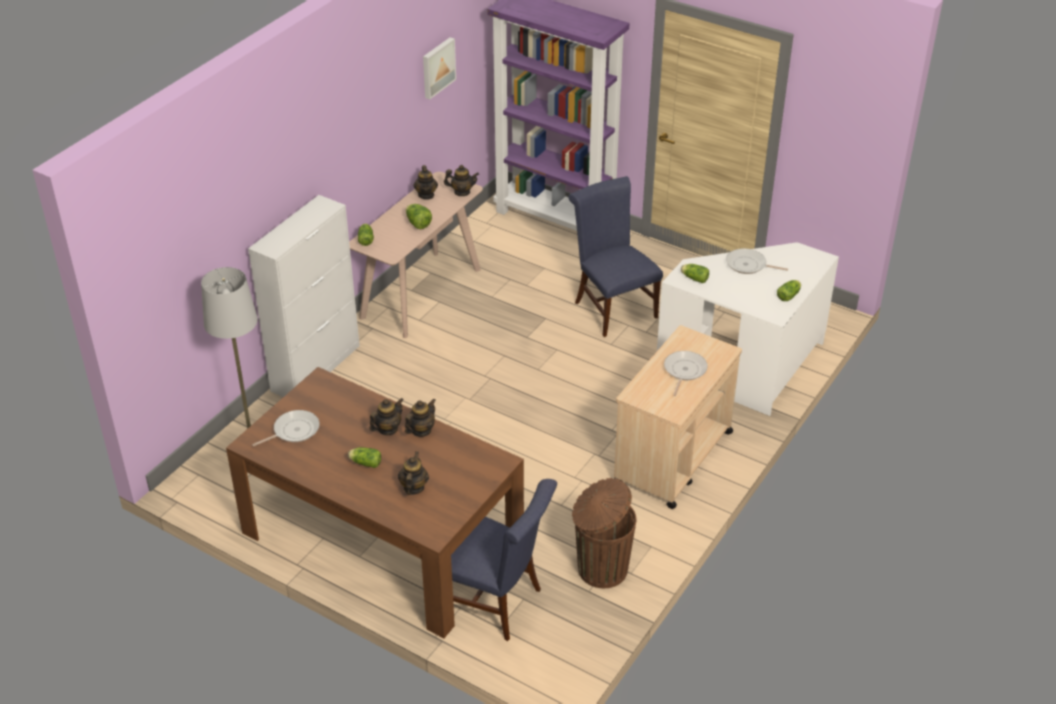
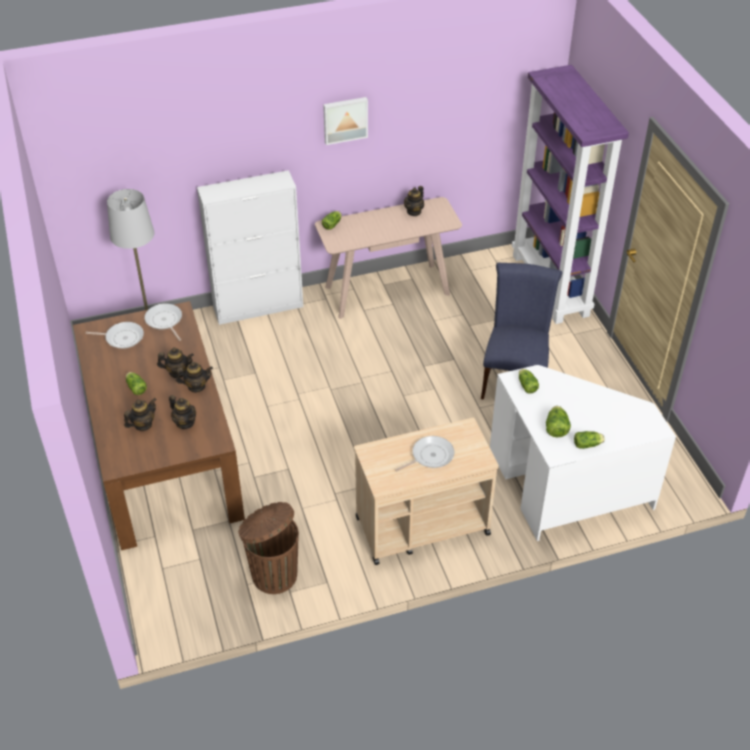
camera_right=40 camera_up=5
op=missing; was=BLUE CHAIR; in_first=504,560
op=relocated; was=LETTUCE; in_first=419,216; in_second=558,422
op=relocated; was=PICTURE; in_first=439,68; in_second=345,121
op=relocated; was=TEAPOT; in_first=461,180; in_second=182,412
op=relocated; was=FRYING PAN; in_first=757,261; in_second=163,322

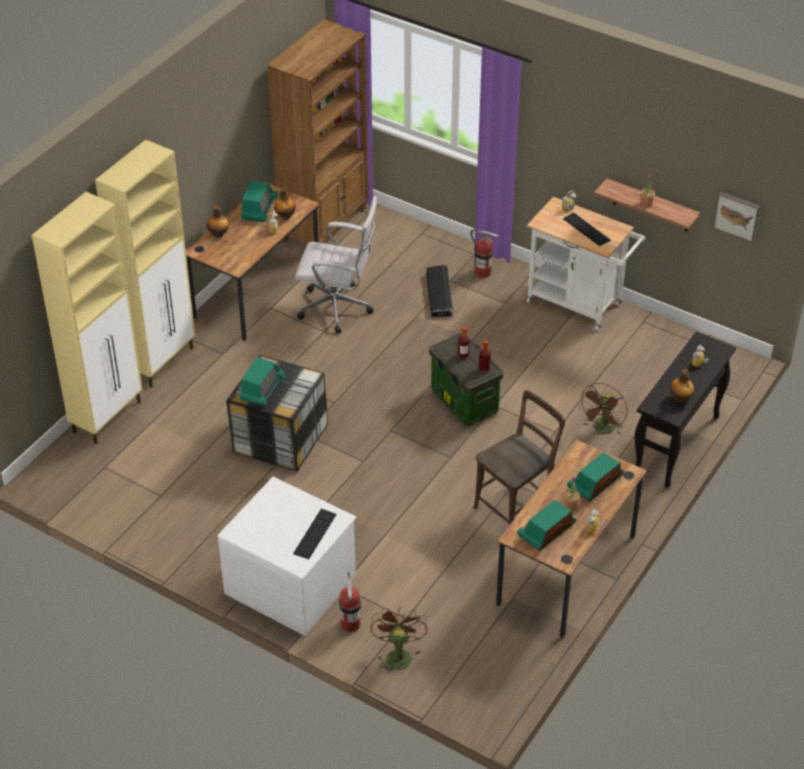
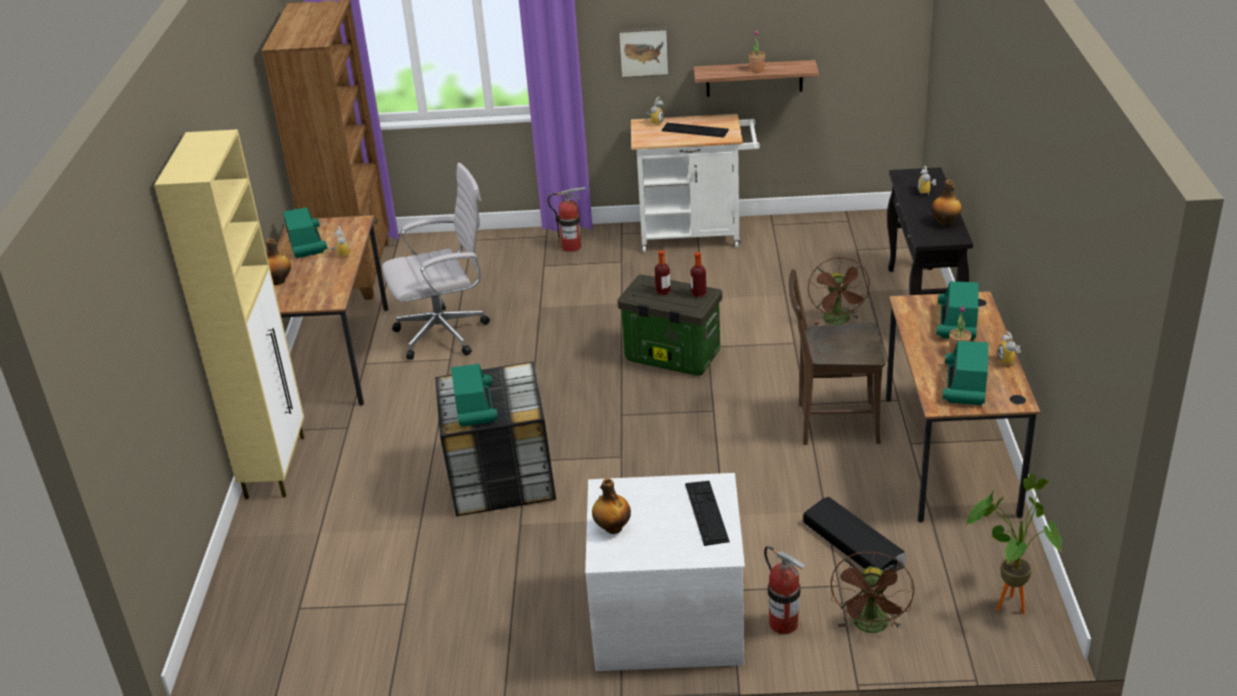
camera_right=-30 camera_up=-10
op=missing; was=BEIGE CABINET; in_first=87,318
op=appeared; now=POTTED PLANT; in_second=1013,544
op=relocated; was=BOTTLE; in_first=285,203; in_second=611,506
op=relocated; was=BLACK STORAGE BOX; in_first=439,291; in_second=854,534
op=relocated; was=PICTURE; in_first=736,217; in_second=643,52
op=spun; was=BROWN FAN; in_first=399,641; in_second=872,592; clockwise=-135
op=spun; was=BROWN CHAIR; in_first=519,457; in_second=837,357; clockwise=-105

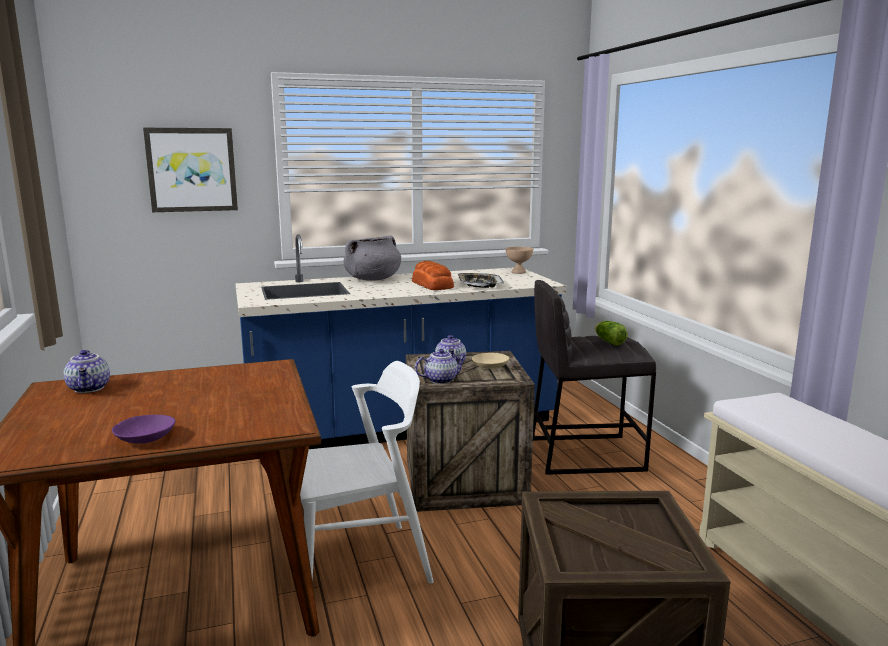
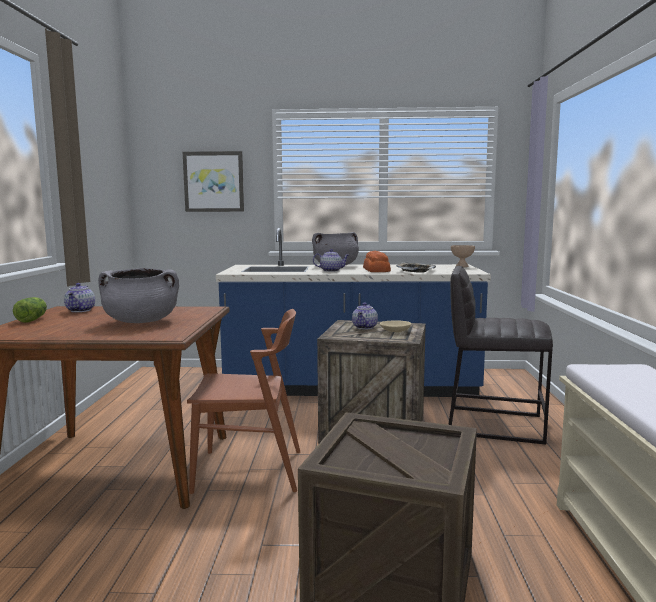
camera_right=20 camera_up=-5
op=missing; was=PURPLE BOWL; in_first=144,429
op=appeared; now=GREY COOKING POT; in_second=138,295
op=relocated; was=TEAPOT; in_first=440,366; in_second=331,260
op=relocated; was=LETTUCE; in_first=611,333; in_second=30,310
op=colour; was=WHITE CHAIR; now=BROWN CHAIR; in_first=367,472; in_second=243,401

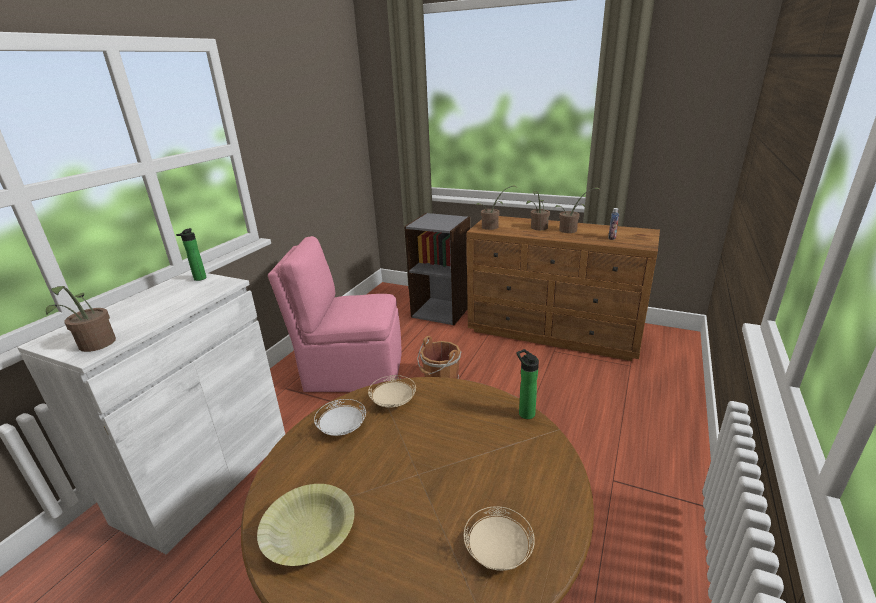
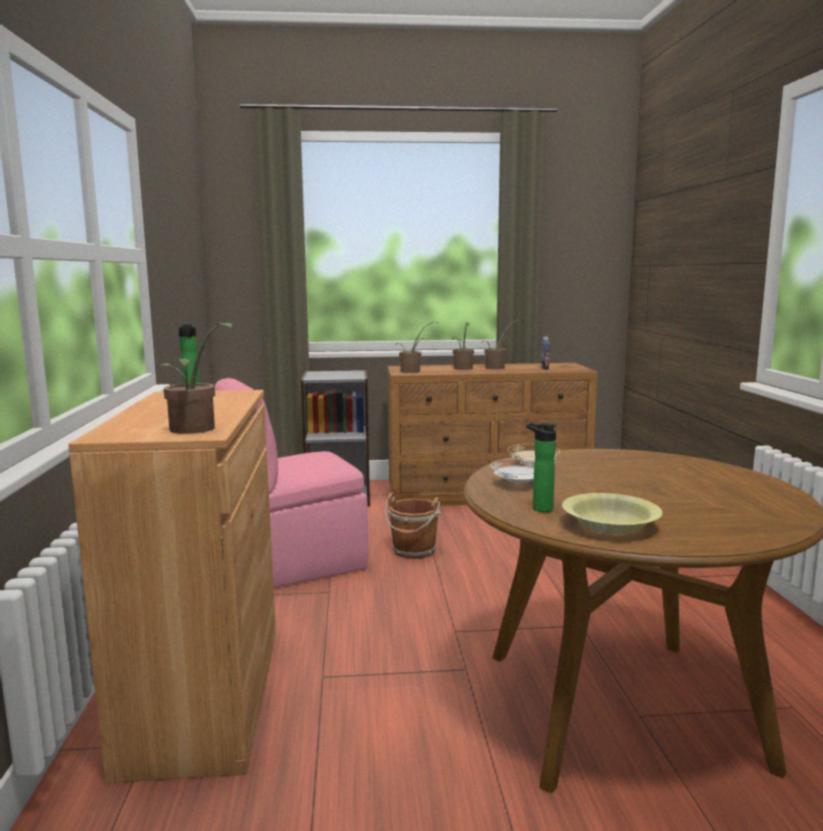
camera_right=-30 camera_up=-15
op=missing; was=BEIGE PLATE; in_first=499,538
op=relocated; was=BOTTLE; in_first=528,384; in_second=541,467
op=colour; was=WHITE CABINET; now=BROWN CABINET; in_first=151,412; in_second=172,586

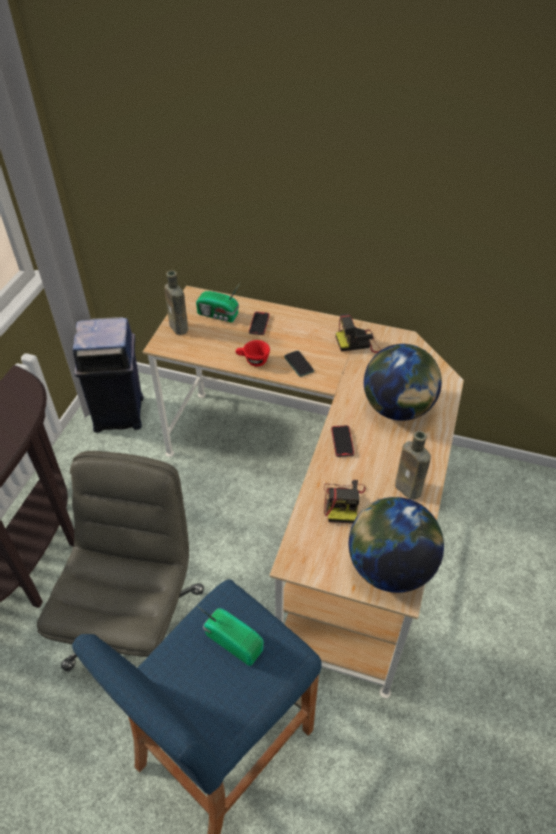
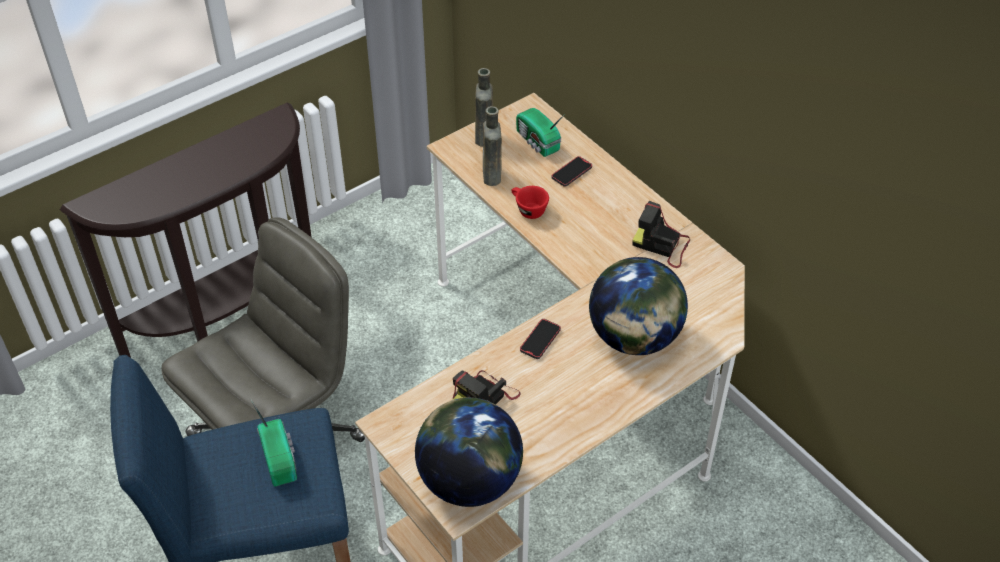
camera_right=35 camera_up=0
op=missing; was=BLUE TRASH CAN; in_first=108,374
op=missing; was=PHONE; in_first=299,364
op=relocated; was=BROWN BOTTLE; in_first=413,465; in_second=492,146

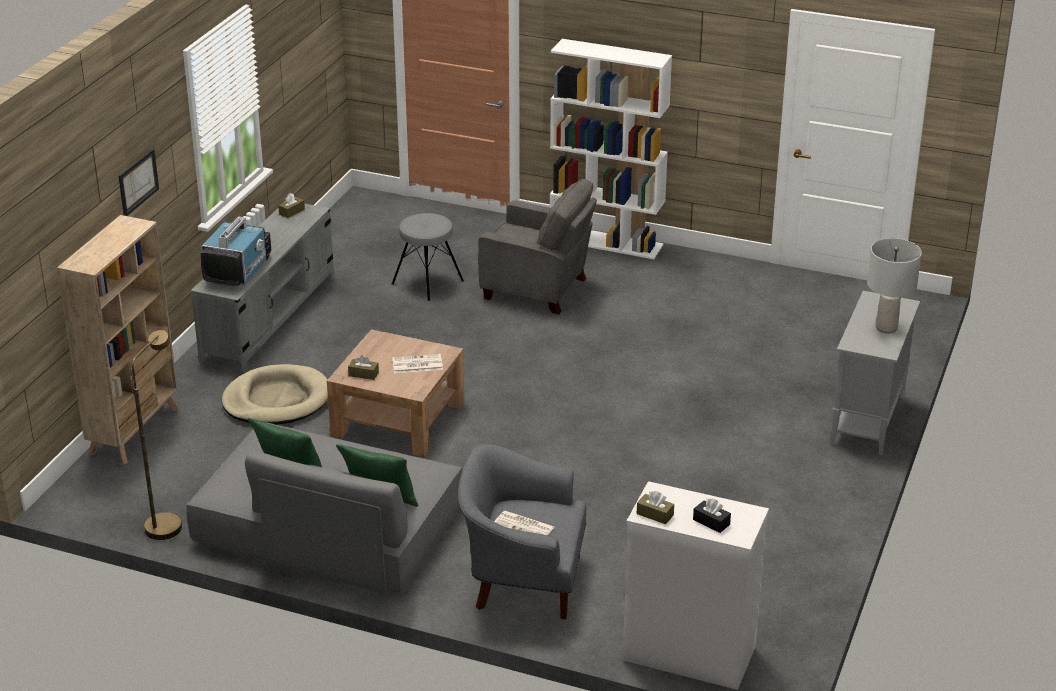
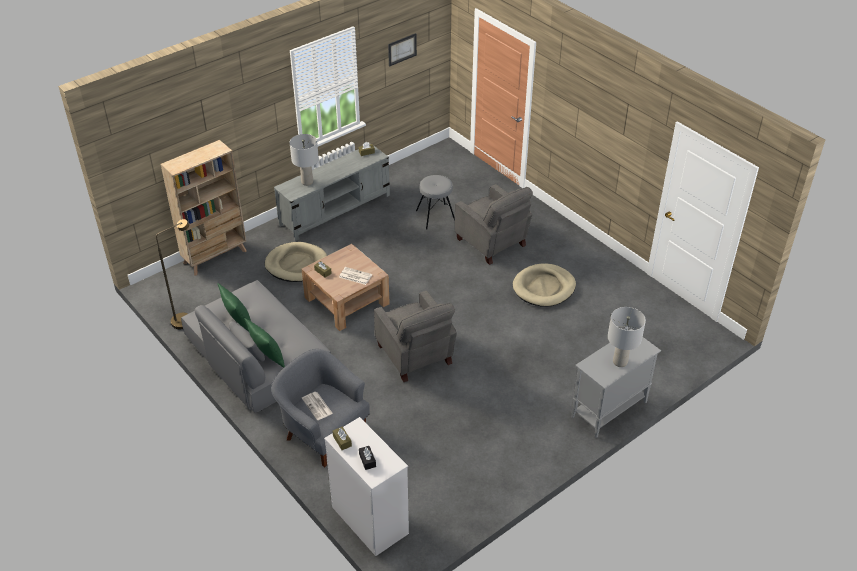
camera_right=30 camera_up=10
op=missing; was=WHITE BOOKCASE; in_first=611,149
op=appeared; now=GREY ARMCHAIR; in_second=415,336
op=appeared; now=BEIGE DOG BED; in_second=544,285
op=relocated; was=PICTURE; in_first=138,182; in_second=402,49
op=exchanged; was=TELEVISION; now=GREY TABLE LAMP; in_first=236,251; in_second=304,160

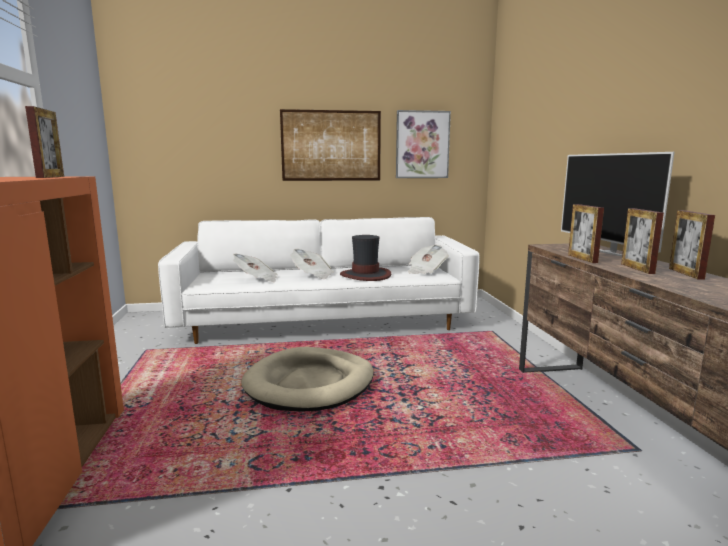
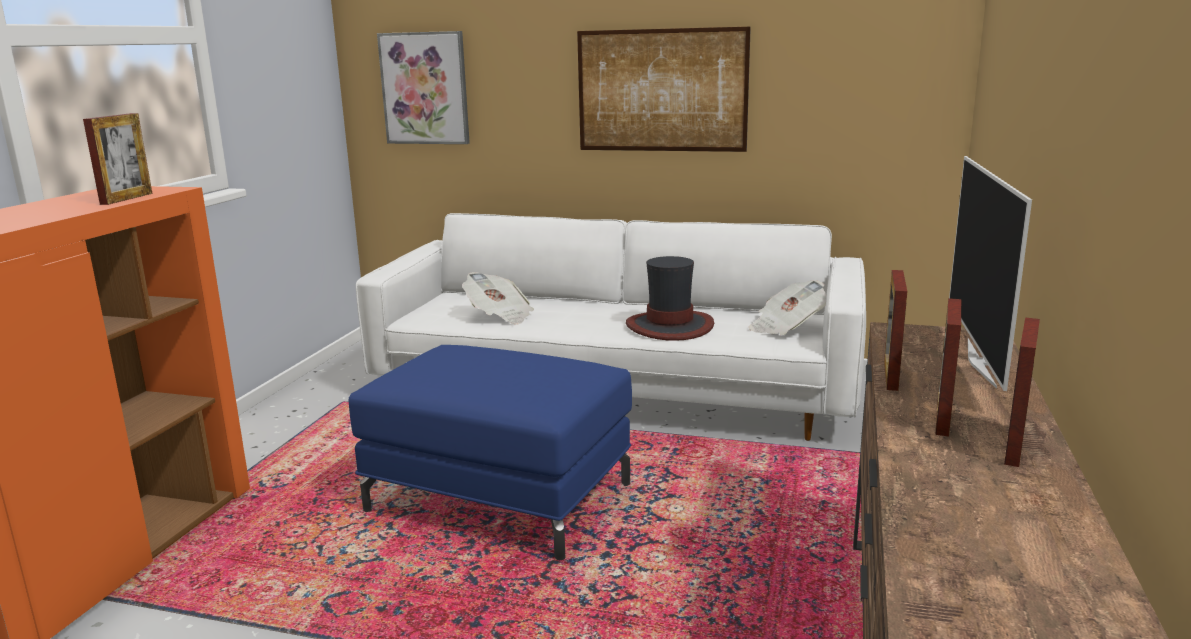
camera_right=25 camera_up=5
op=missing; was=NEWSPAPER; in_first=312,264
op=relocated; was=PICTURE; in_first=423,144; in_second=423,87
op=exchanged; was=BEIGE DOG BED; now=BLUE OTTOMAN; in_first=307,379; in_second=490,452

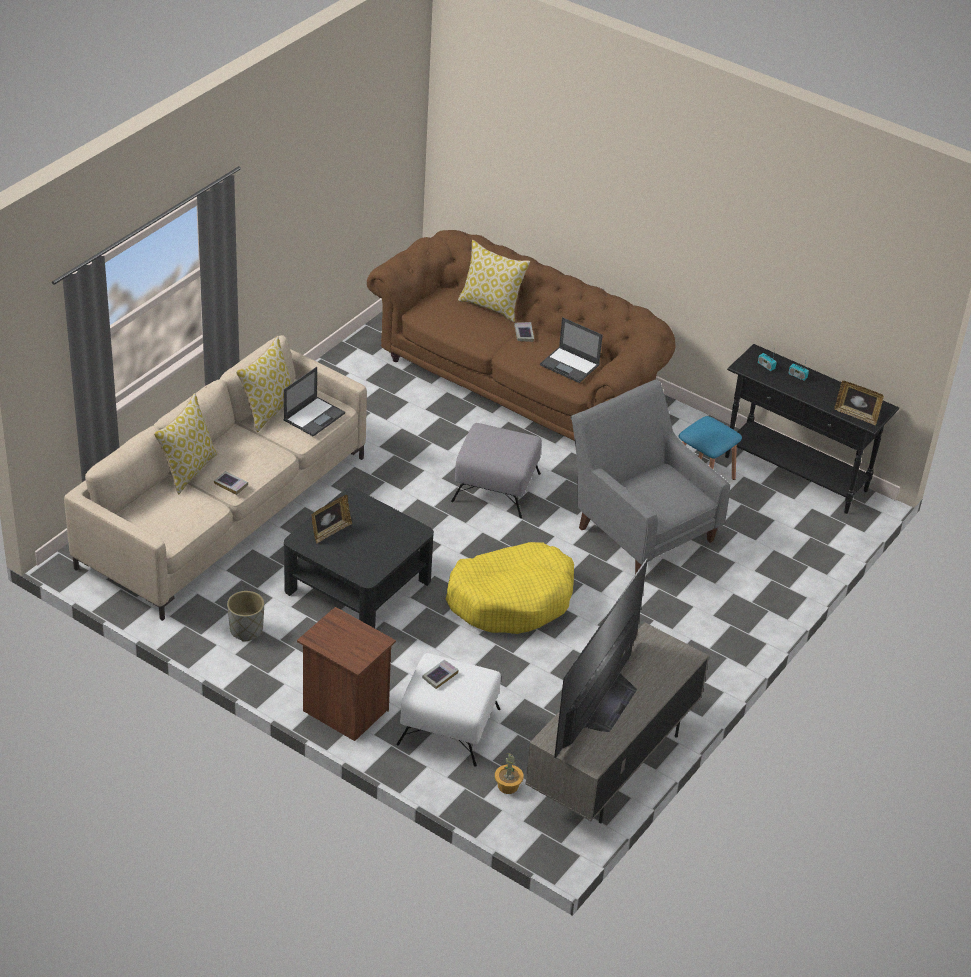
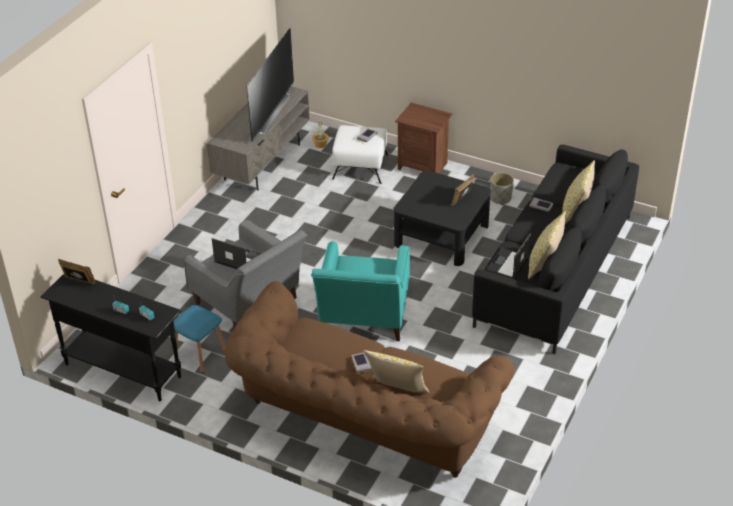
camera_right=175 camera_up=0
op=missing; was=YELLOW DOG BED; in_first=510,588
op=relocated; was=LAPTOP; in_first=571,350; in_second=236,253
op=exchanged; was=GREY OTTOMAN; now=TURQUOISE ARMCHAIR; in_first=496,470; in_second=360,291
op=colour; was=BEIGE SOFA; now=BLACK SOFA; in_first=215,478; in_second=555,249

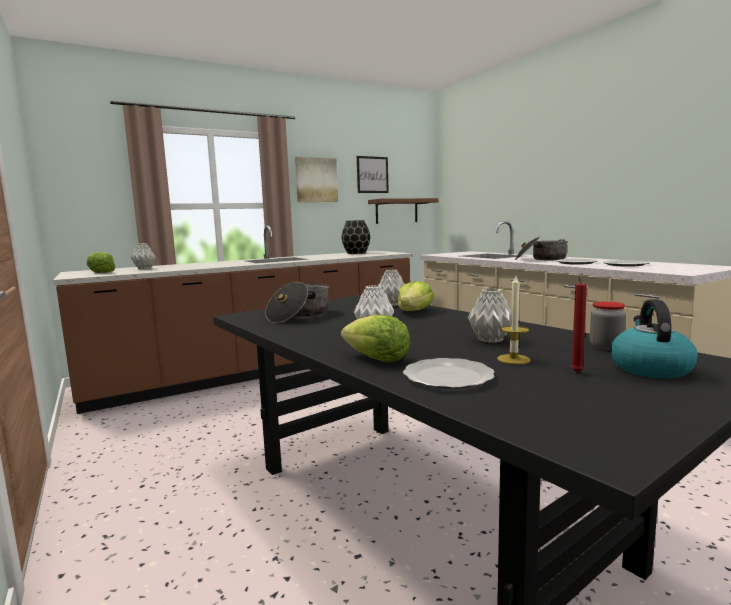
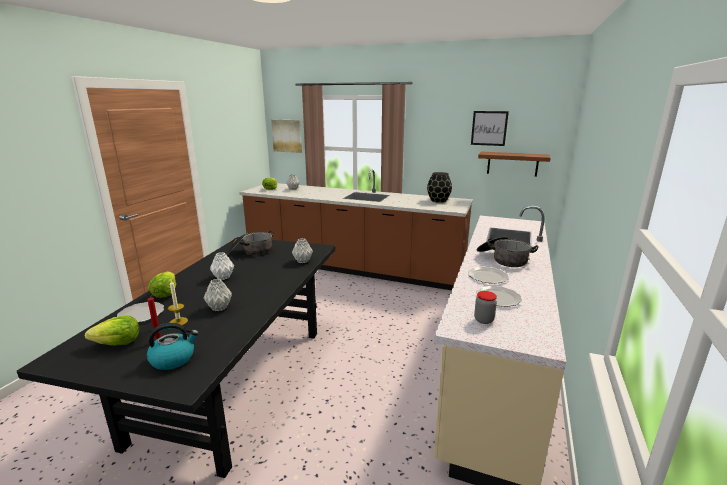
camera_right=50 camera_up=10
op=relocated; was=PICTURE; in_first=316,179; in_second=286,136
op=relocated; was=LETTUCE; in_first=415,296; in_second=112,331
op=relocated; was=JAR; in_first=608,325; in_second=485,307

